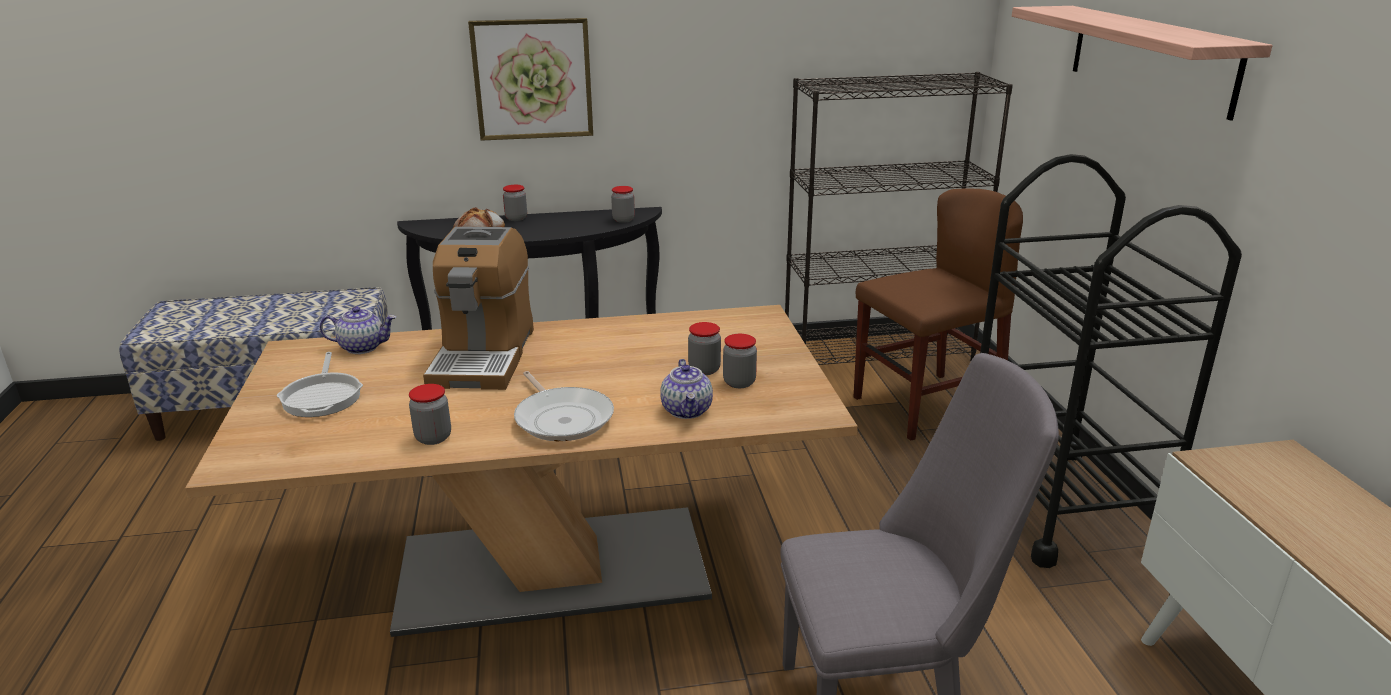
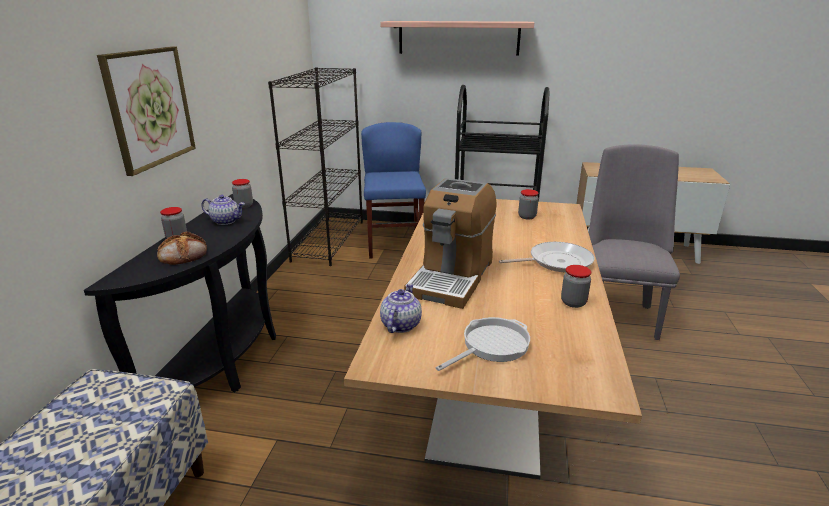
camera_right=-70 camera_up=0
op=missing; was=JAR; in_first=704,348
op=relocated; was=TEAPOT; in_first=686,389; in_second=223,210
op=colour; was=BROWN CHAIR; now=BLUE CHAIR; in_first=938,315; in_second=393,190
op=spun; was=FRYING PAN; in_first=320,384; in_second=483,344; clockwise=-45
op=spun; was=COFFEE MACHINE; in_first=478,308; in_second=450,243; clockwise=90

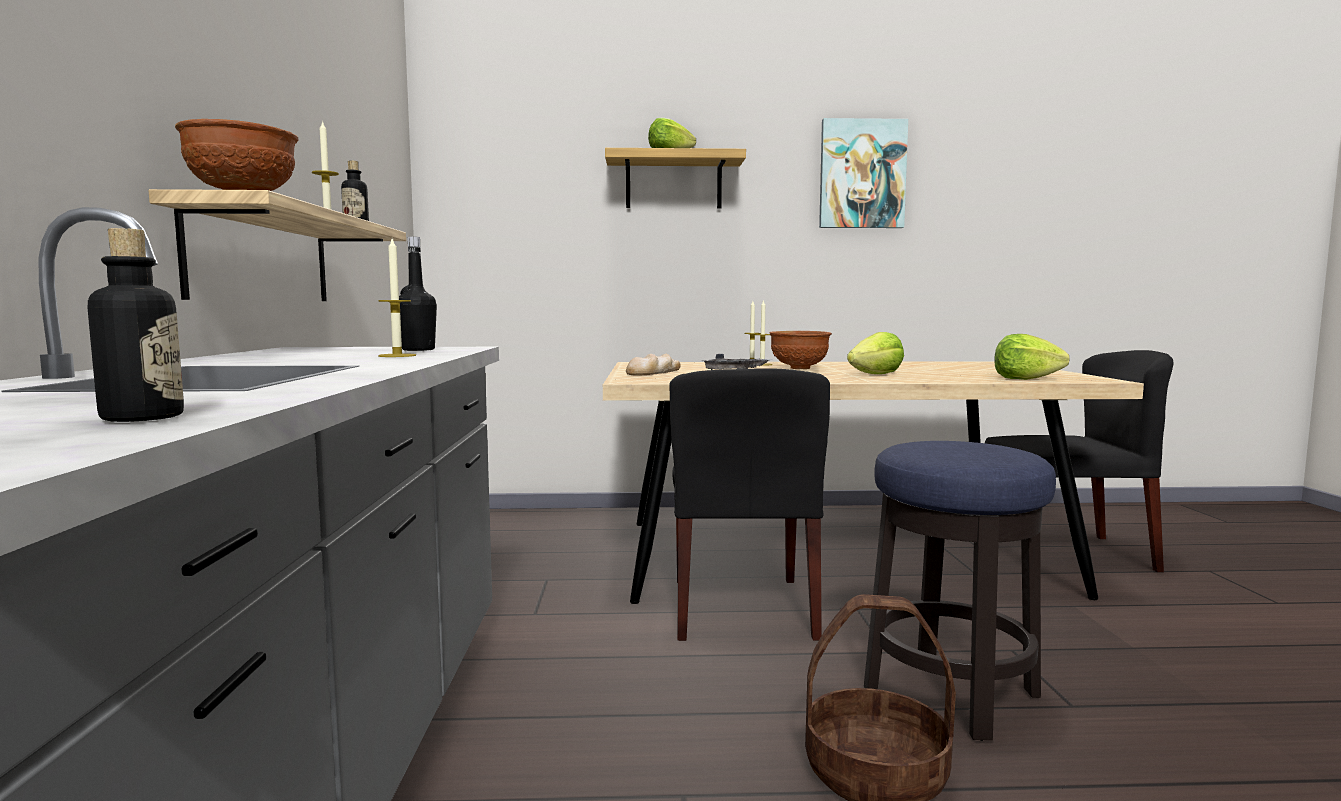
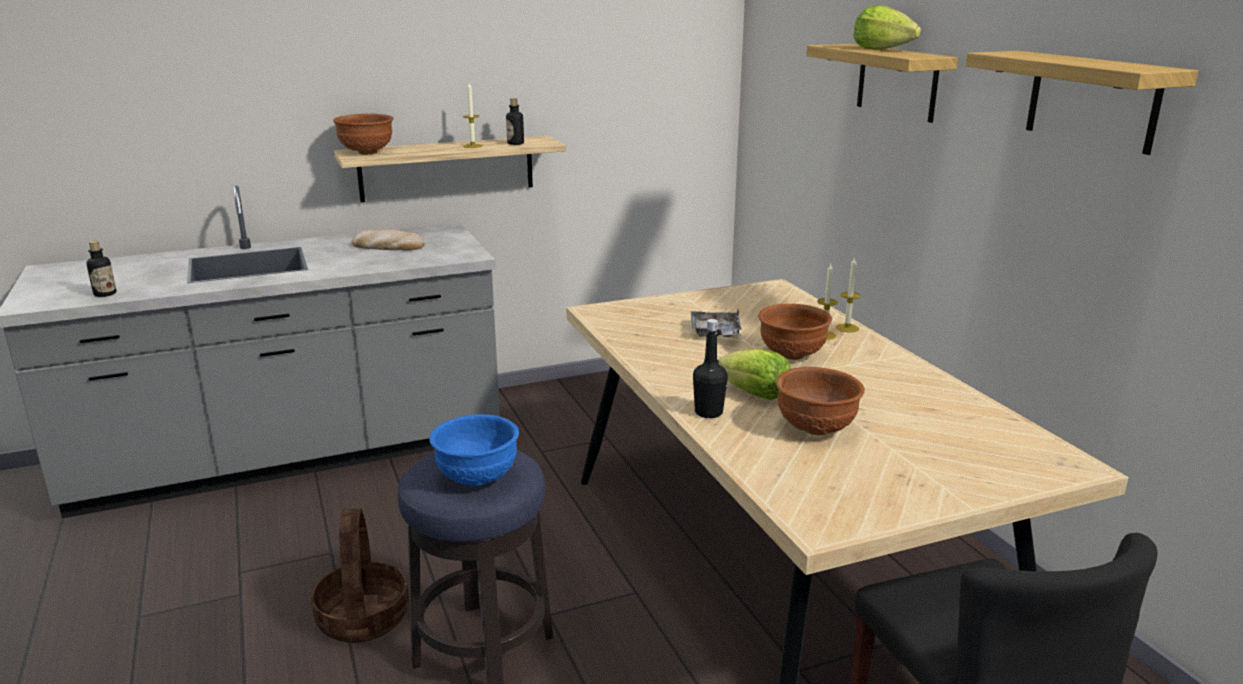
camera_right=70 camera_up=15
op=missing; was=CANDLE; in_first=397,298
op=missing; was=BLACK CHAIR; in_first=750,504
op=missing; was=LETTUCE; in_first=1031,357
op=appeared; now=BLUE BOWL; in_second=474,450
op=appeared; now=BROWN BOWL; in_second=820,401
op=relocated; was=BLACK BOTTLE; in_first=418,294; in_second=710,368
op=relocated; was=BREAD; in_first=653,365; in_second=388,240
op=exchanged; was=PICTURE; now=SHELF; in_first=863,173; in_second=1082,103

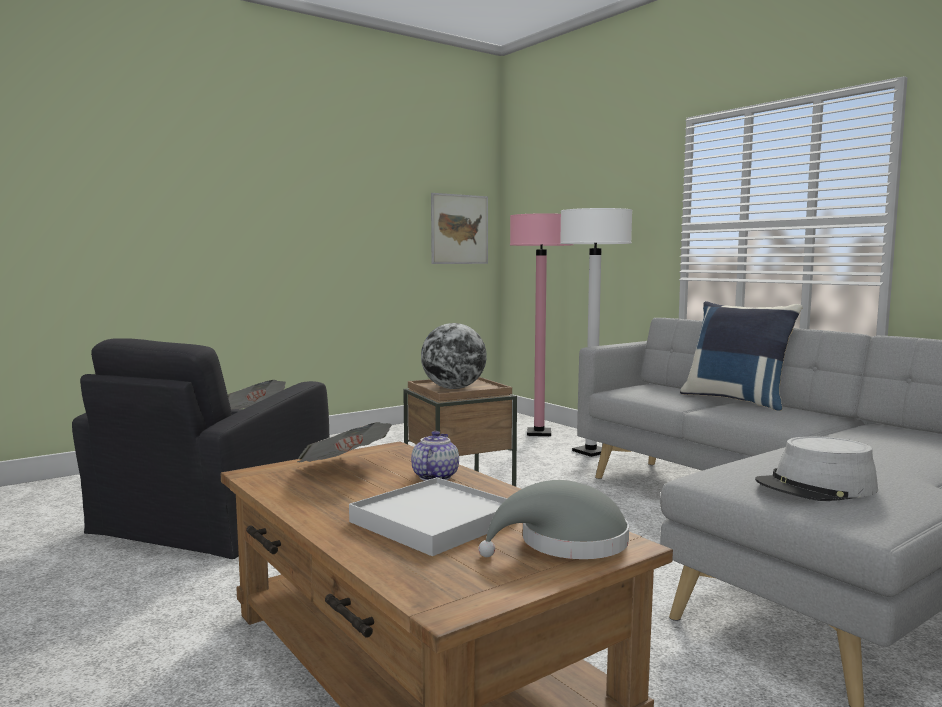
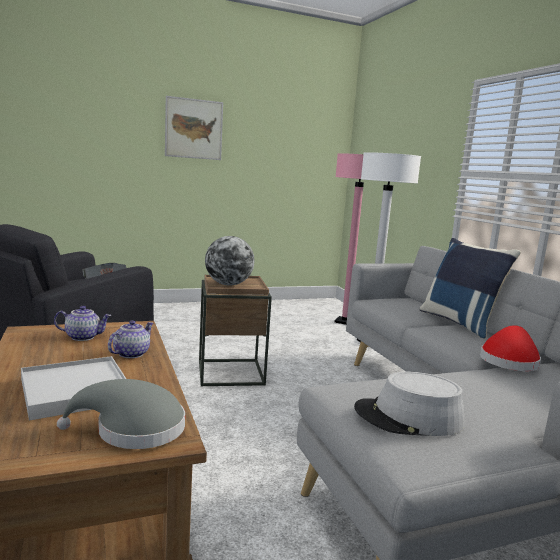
camera_right=15 camera_up=5
op=appeared; now=RED HAT; in_second=510,348
op=relocated; was=PICTURE; in_first=459,228; in_second=194,128
op=exchanged; was=NEWSPAPER; now=TEAPOT; in_first=344,442; in_second=83,323

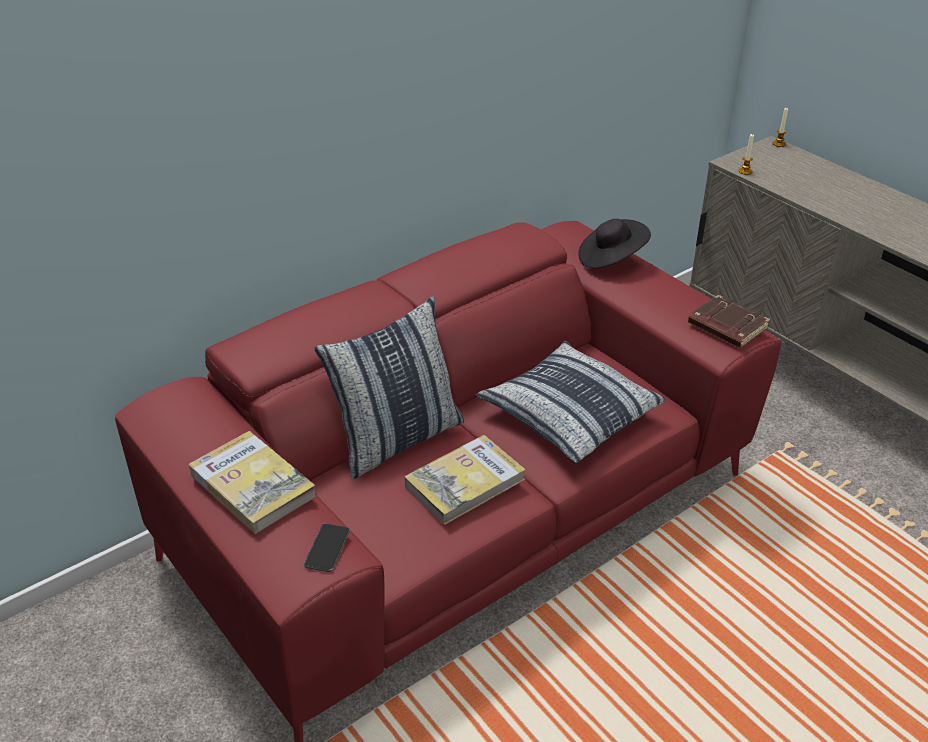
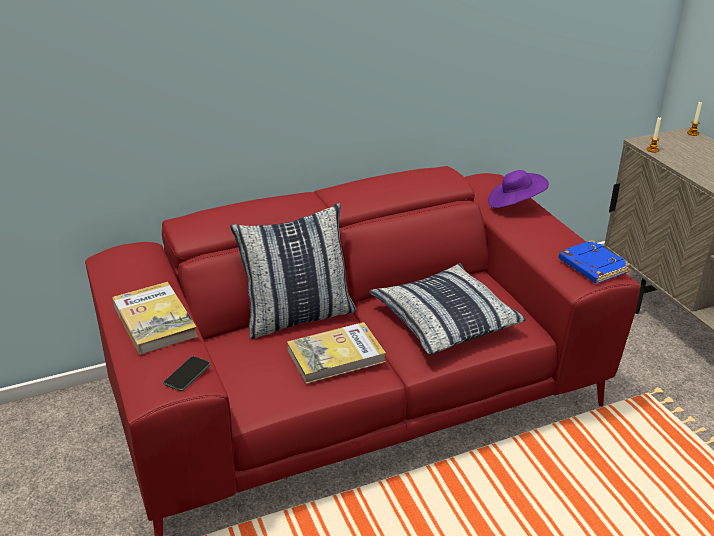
camera_right=15 camera_up=-5
op=colour; was=BLACK HAT; now=PURPLE HAT; in_first=614,243; in_second=518,189
op=colour; was=BROWN BOOK; now=BLUE BOOK; in_first=729,321; in_second=594,262

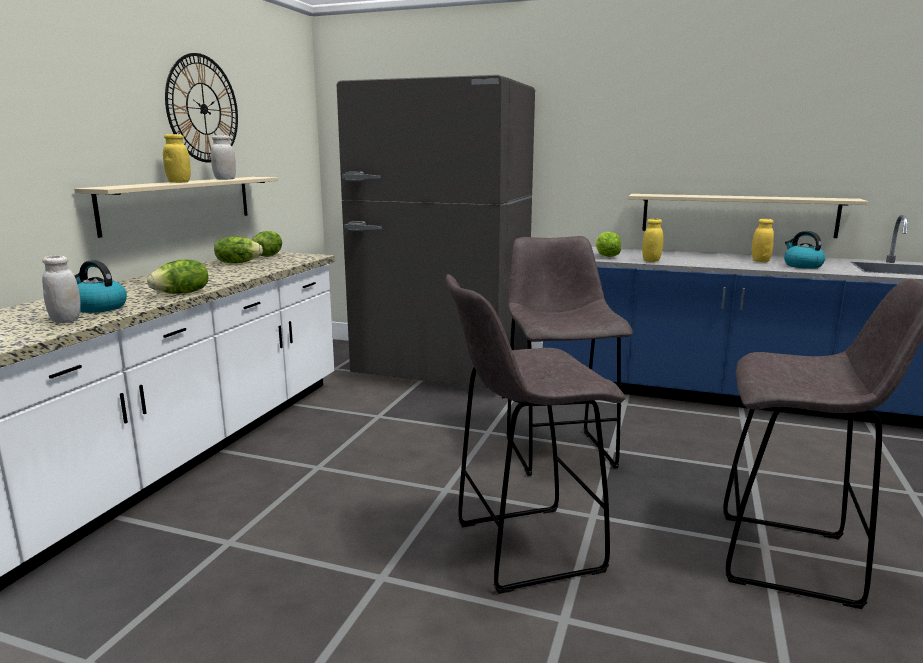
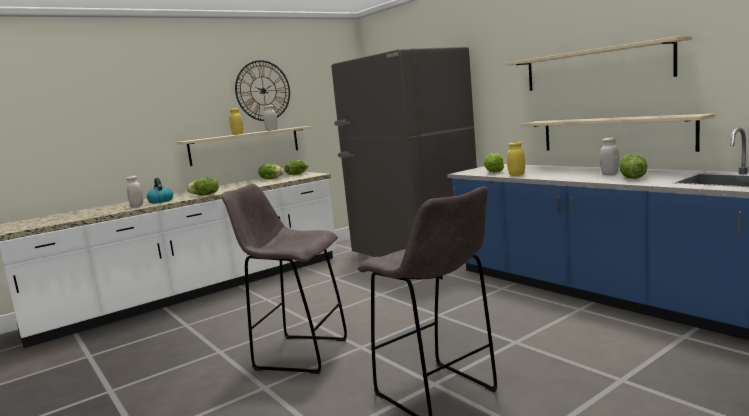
camera_right=35 camera_up=-5
op=missing; was=GREY STOOL; in_first=570,356
op=appeared; now=BEIGE SHELF; in_second=598,63
op=exchanged; was=KETTLE; now=LETTUCE; in_first=804,250; in_second=633,166
op=colour; was=YELLOW JAR; now=WHITE JAR; in_first=763,240; in_second=609,156

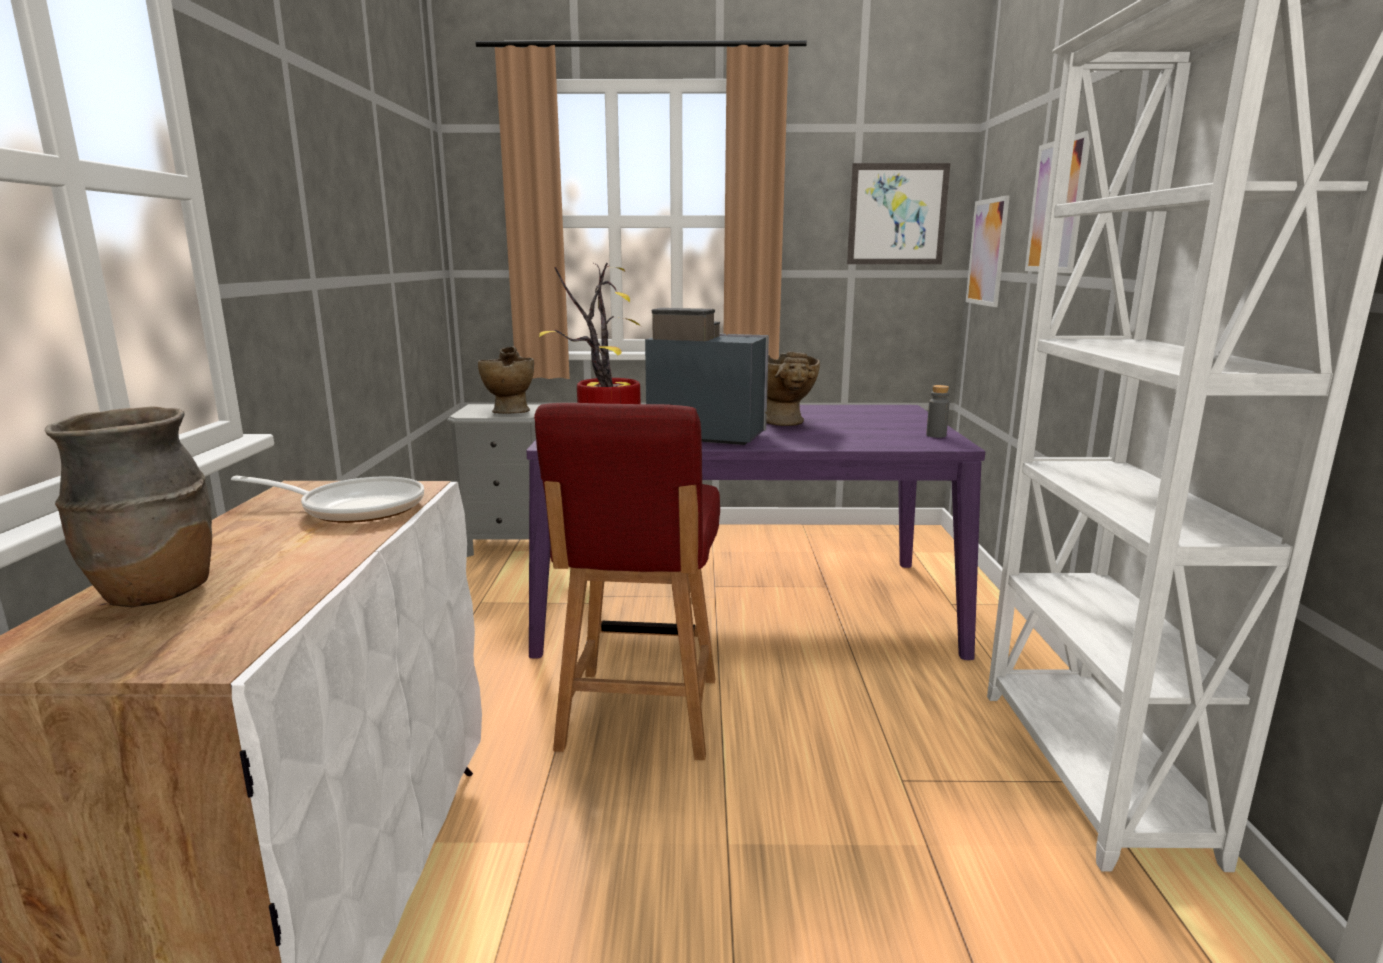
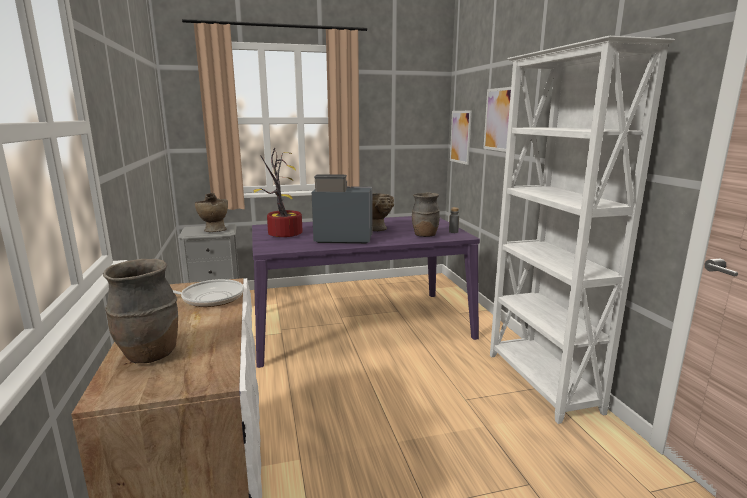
camera_right=-15 camera_up=0
op=missing; was=RED CHAIR; in_first=627,581
op=missing; was=PICTURE; in_first=898,213
op=appeared; now=BROWN VASE; in_second=426,215

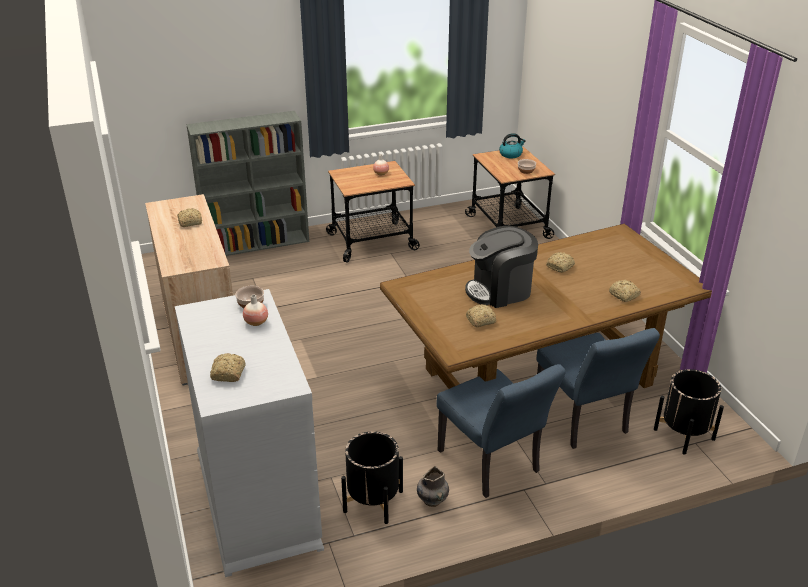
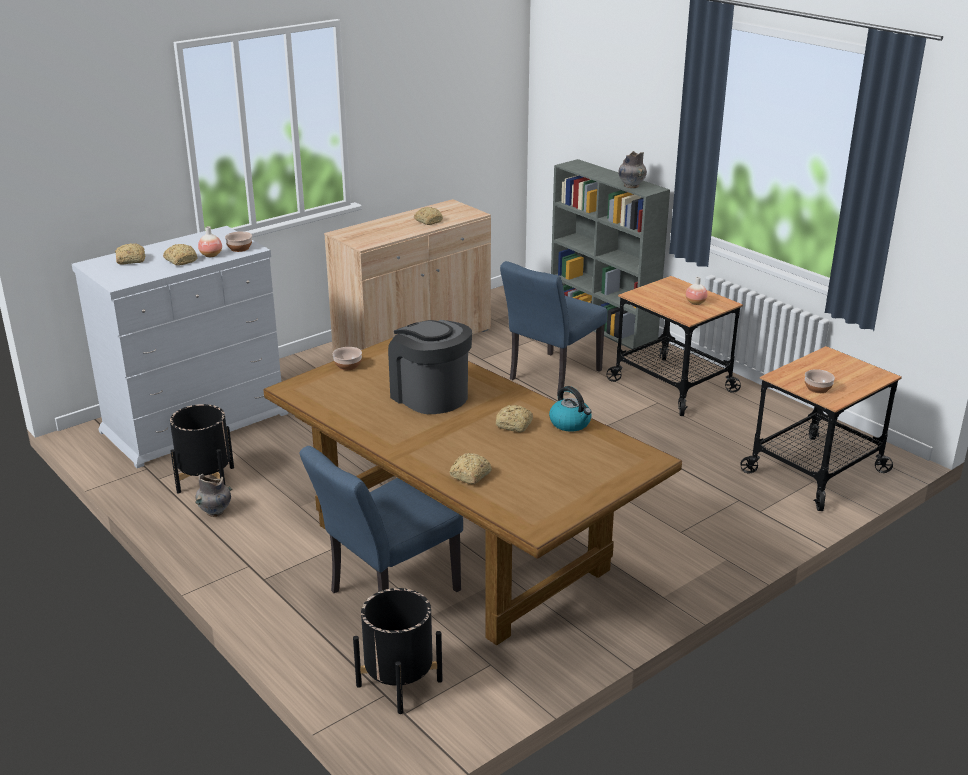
camera_right=70 camera_up=-5
op=appeared; now=BOWL; in_second=347,358
op=appeared; now=GREY VASE; in_second=632,169
op=relocated; was=BLUE CHAIR; in_first=501,431; in_second=553,328
op=relocated; was=BREAD; in_first=481,315; in_second=180,255
op=relocated; was=KETTLE; in_first=512,145; in_second=570,409

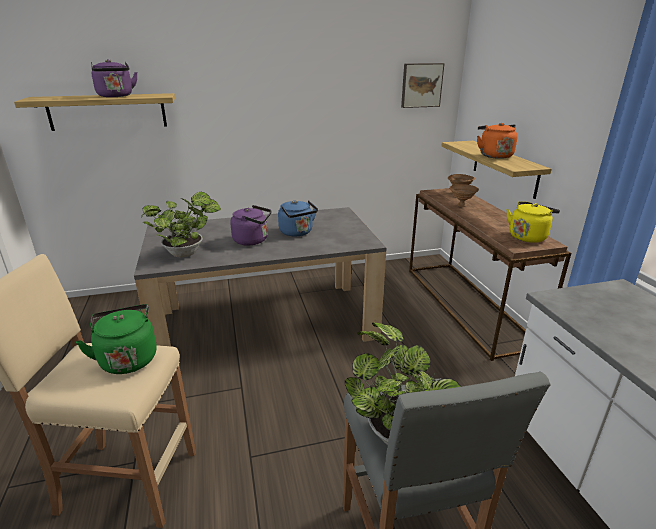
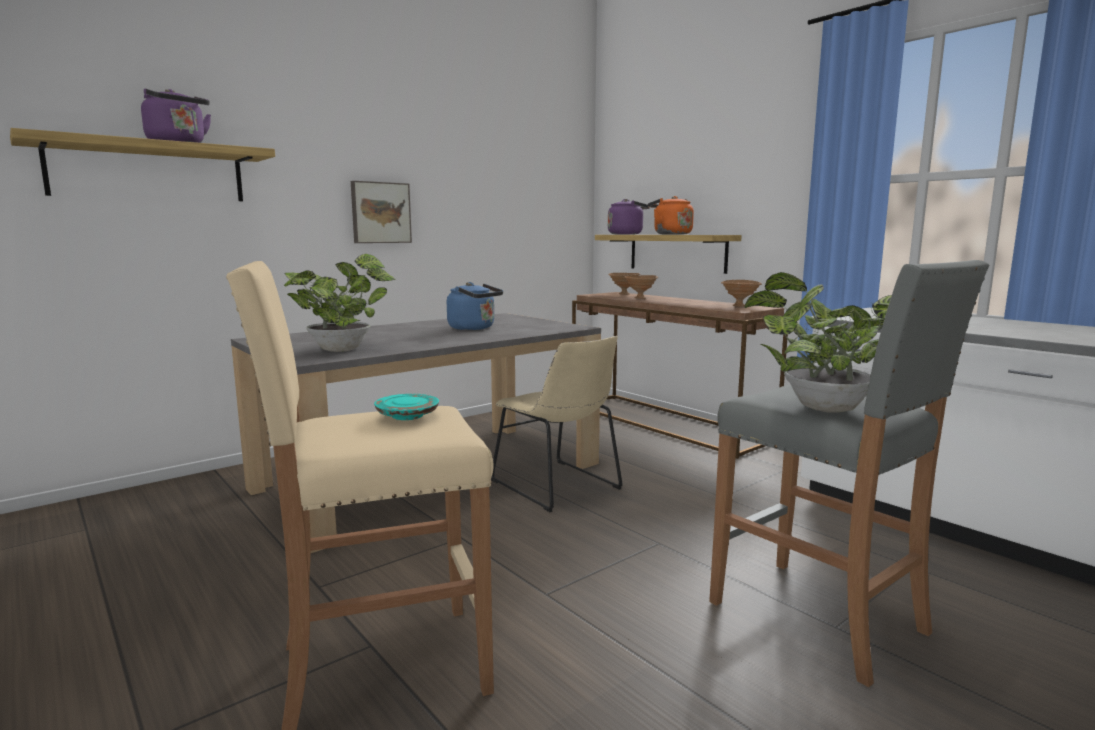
camera_right=-25 camera_up=-15
op=appeared; now=BEIGE CHAIR; in_second=557,424
op=relocated; was=PURPLE KETTLE; in_first=251,225; in_second=628,217
op=relocated; was=PICTURE; in_first=423,85; in_second=381,212
op=exchanged; was=GREEN KETTLE; now=TURQUOISE PLATE; in_first=116,339; in_second=406,407
op=exchanged; was=YELLOW KETTLE; now=BROWN BOWL; in_first=533,222; in_second=741,293

